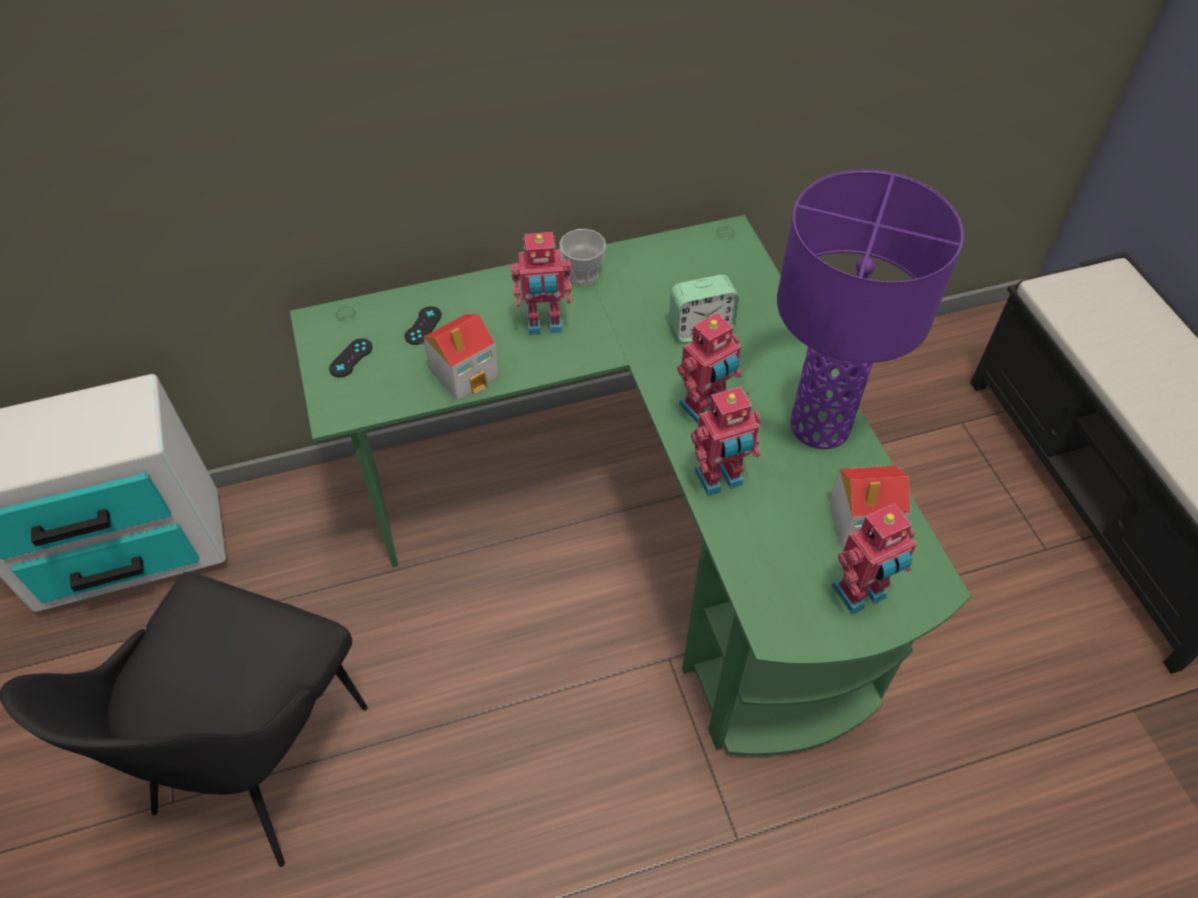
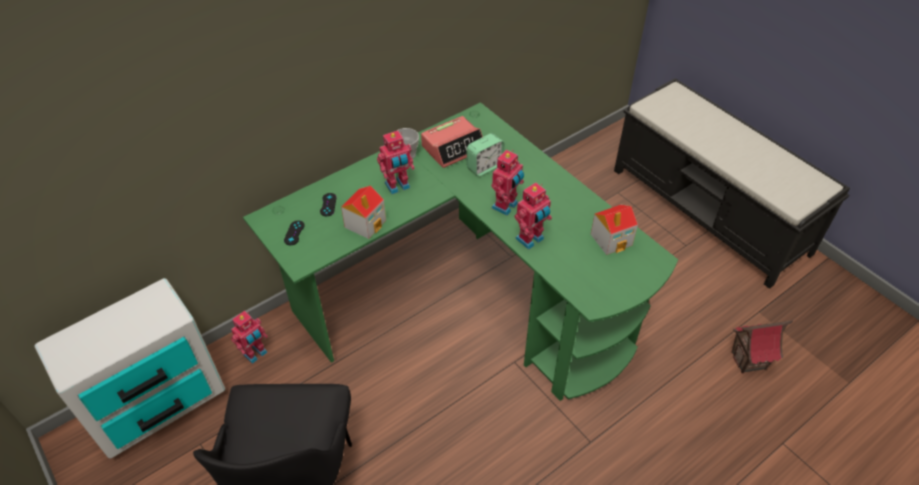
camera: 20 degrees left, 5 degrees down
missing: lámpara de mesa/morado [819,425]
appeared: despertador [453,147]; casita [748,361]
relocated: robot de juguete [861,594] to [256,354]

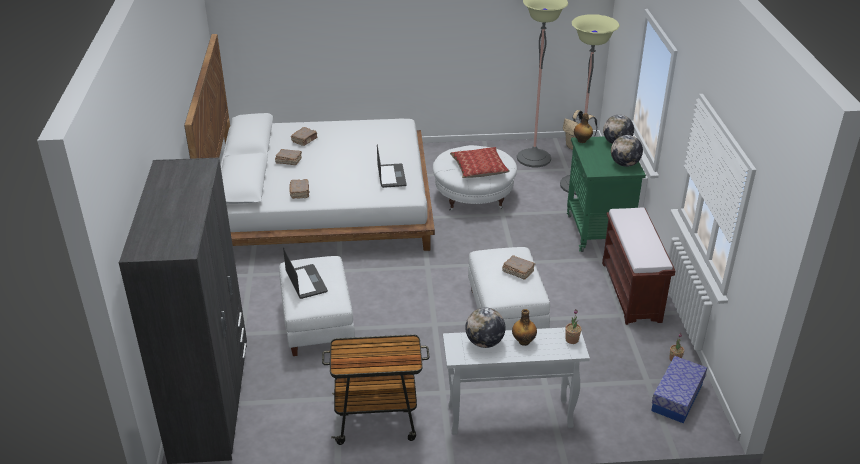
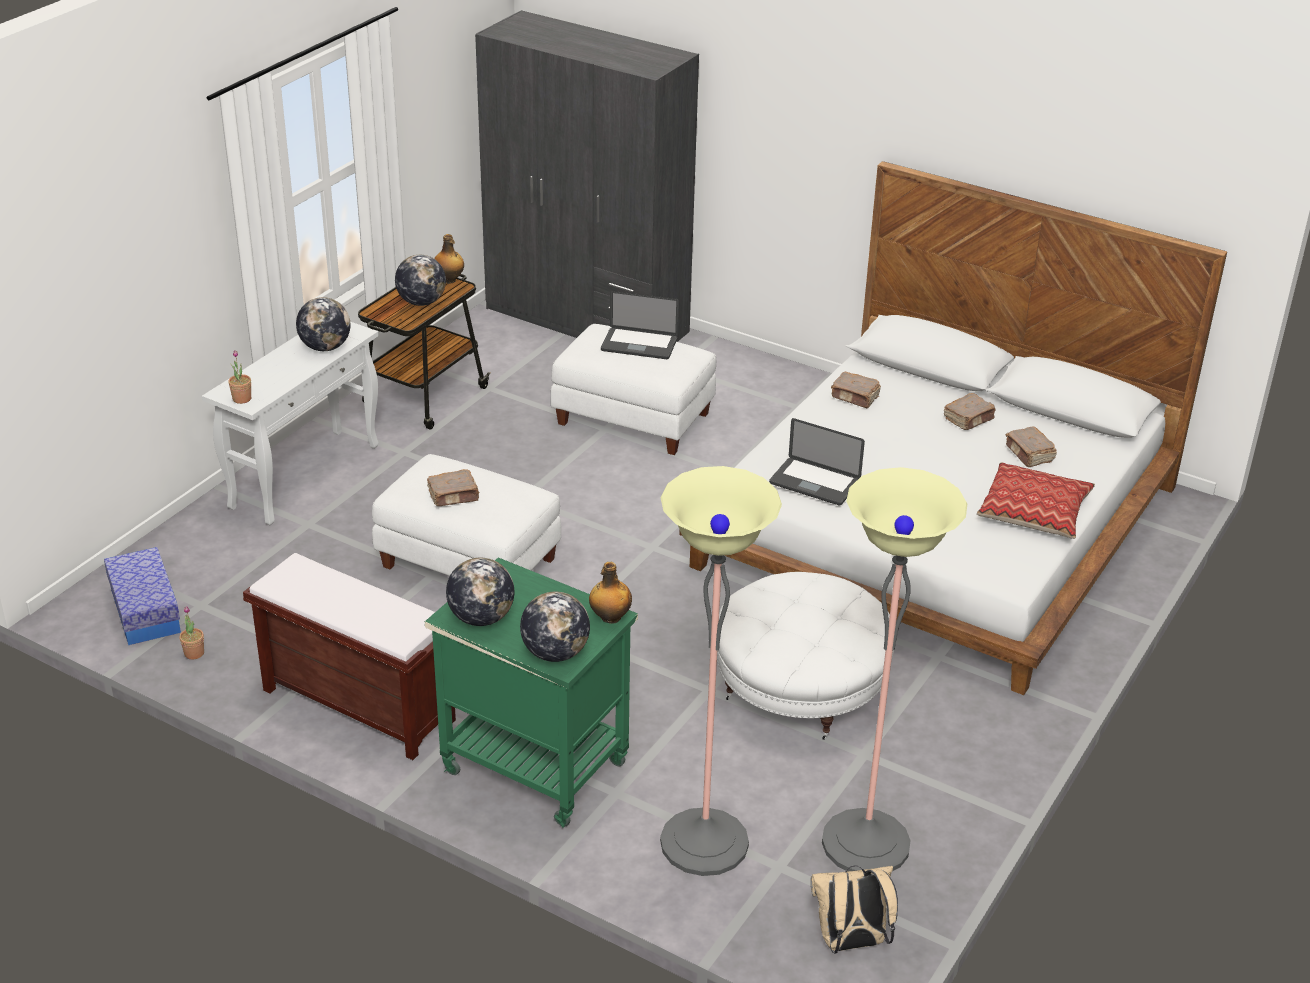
camera: 125 degrees right, 0 degrees up
appeared: globo terráqueo [421,302]
relocated: botella [523,341] to [449,280]; cojín [479,168] to [1034,512]

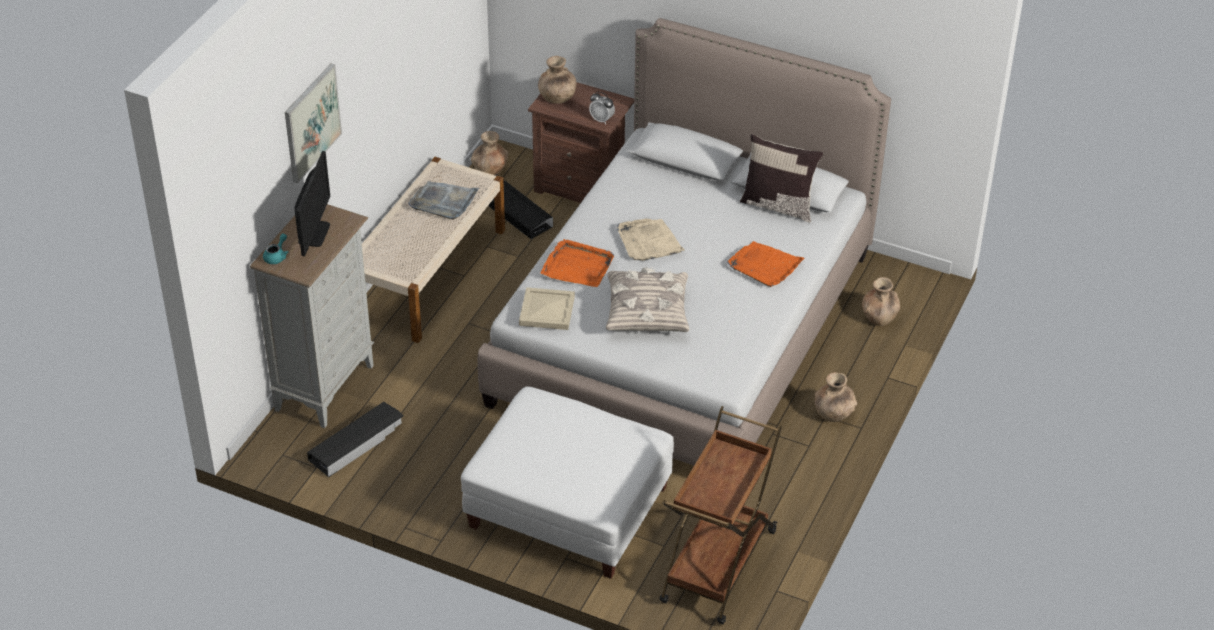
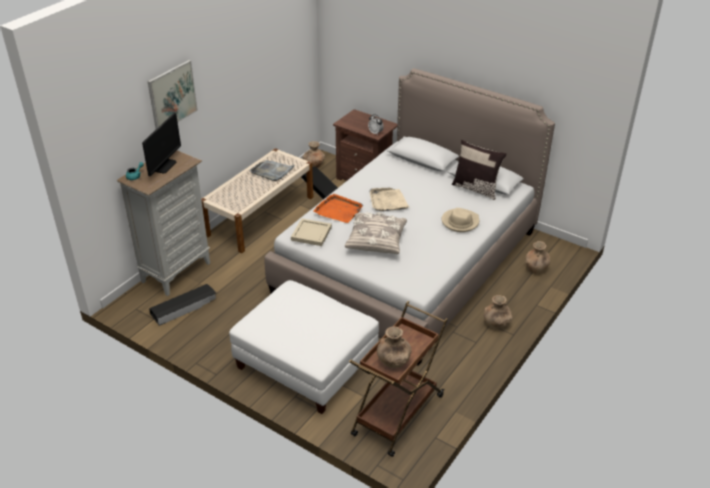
camera: 10 degrees right, 5 degrees down
relocated: florero/marrón [557,97] to [393,361]
exchanged: bandeja/naranja [764,266] to sombrero/beis [460,222]

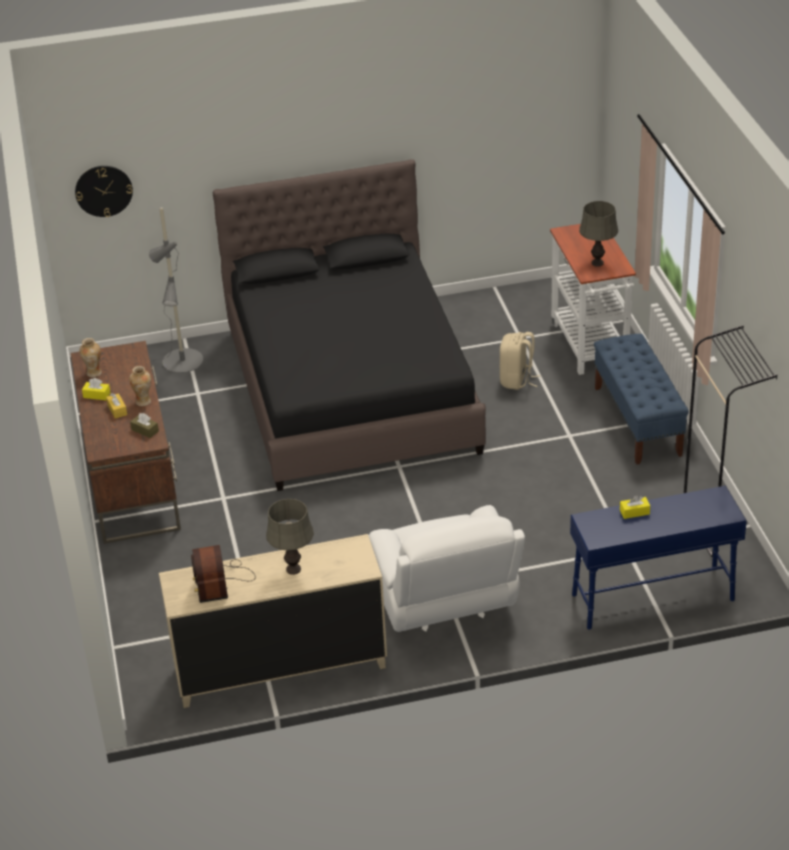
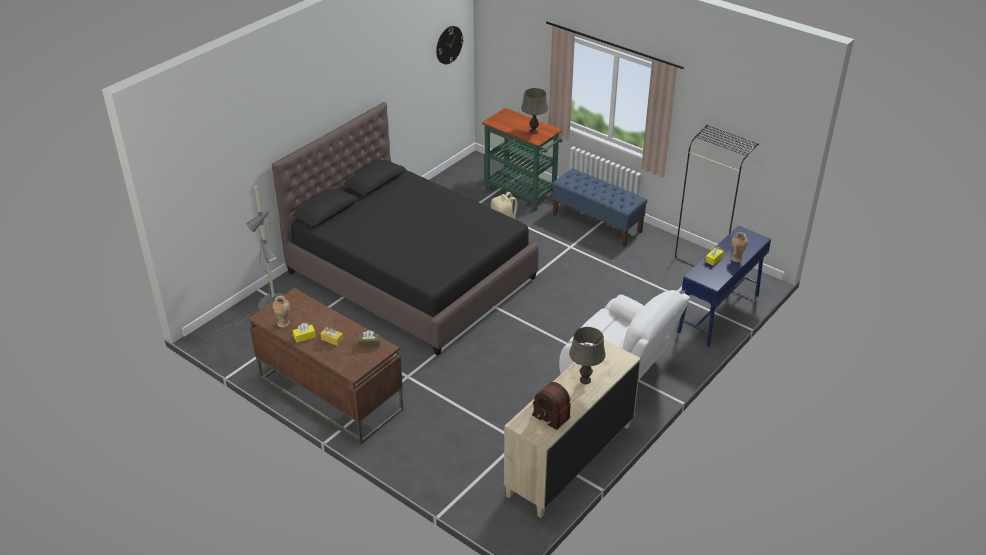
camera: 40 degrees left, 0 degrees up
relocated: reloj de pared [103,190] to [449,45]; florero [143,401] to [736,258]
colour: carrito/blanco [590,345] to carrito/verde [521,193]

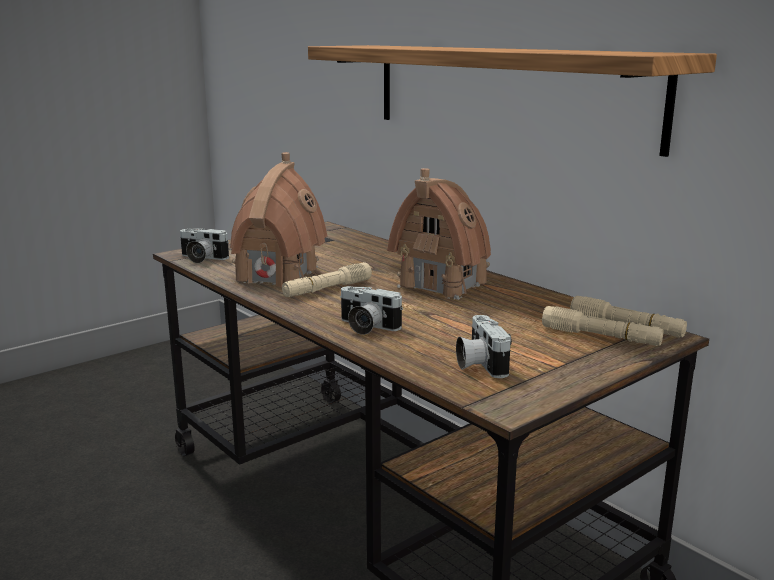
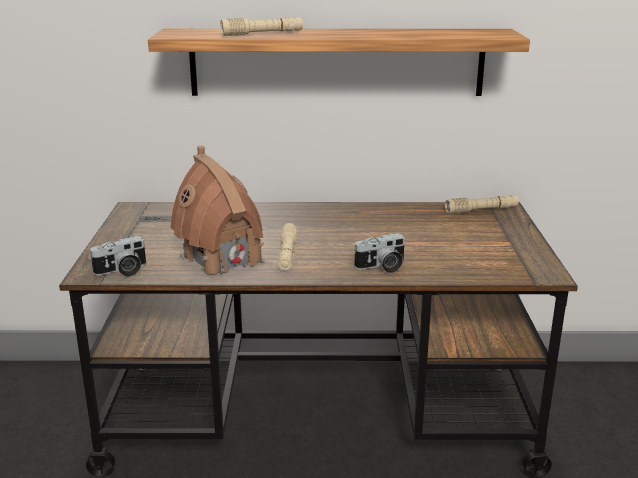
camera: 50 degrees left, 5 degrees up
missing: casita [443,284]; cámara [479,364]
relocated: linterna/beis [600,337] to [262,34]

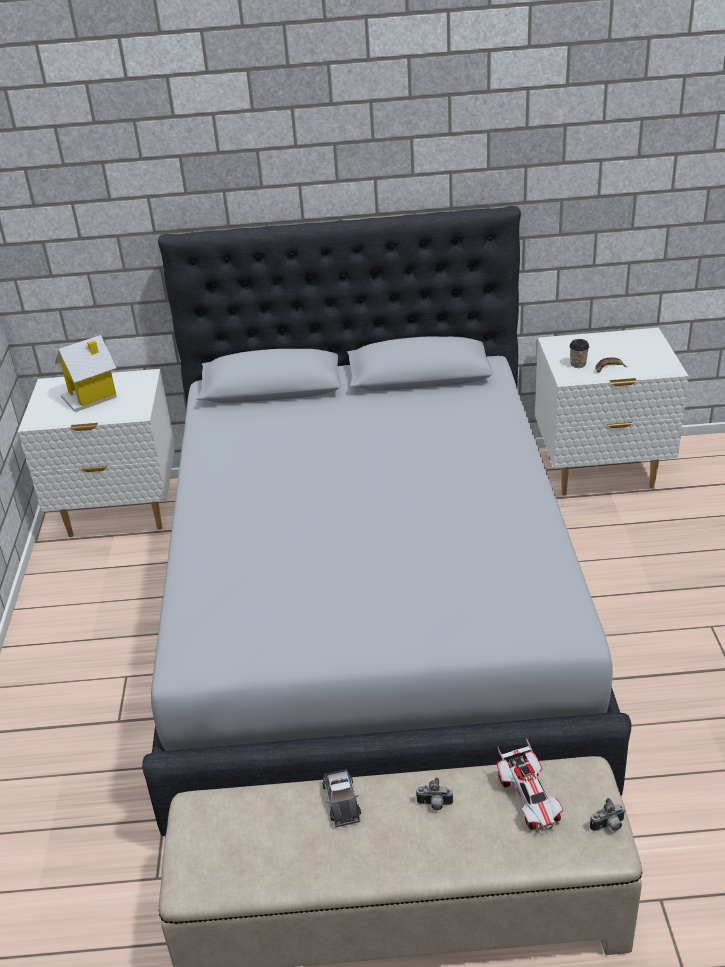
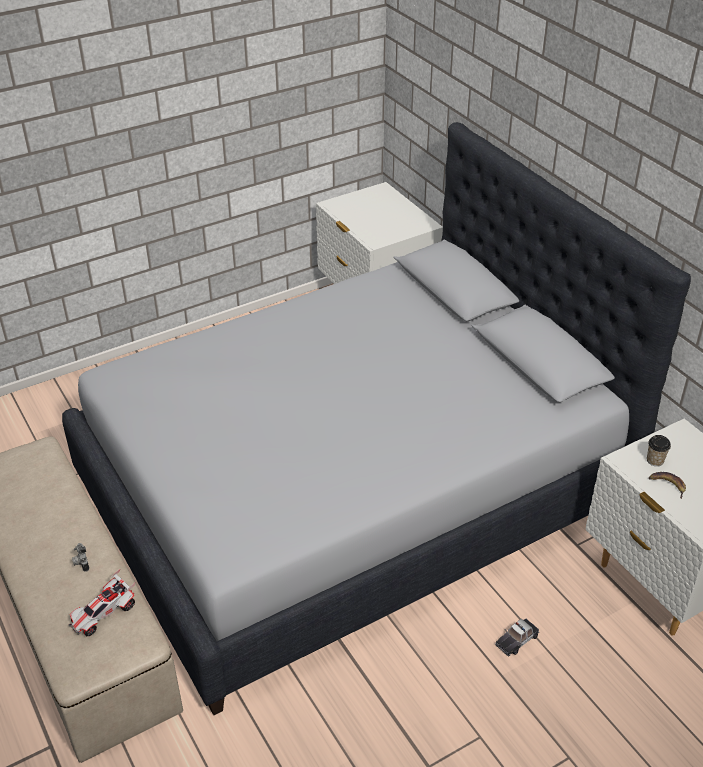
camera: 60 degrees right, 5 degrees up
missing: casita [92,396]; cámara [608,826]
relocated: coche de juguete [341,801] to [516,639]

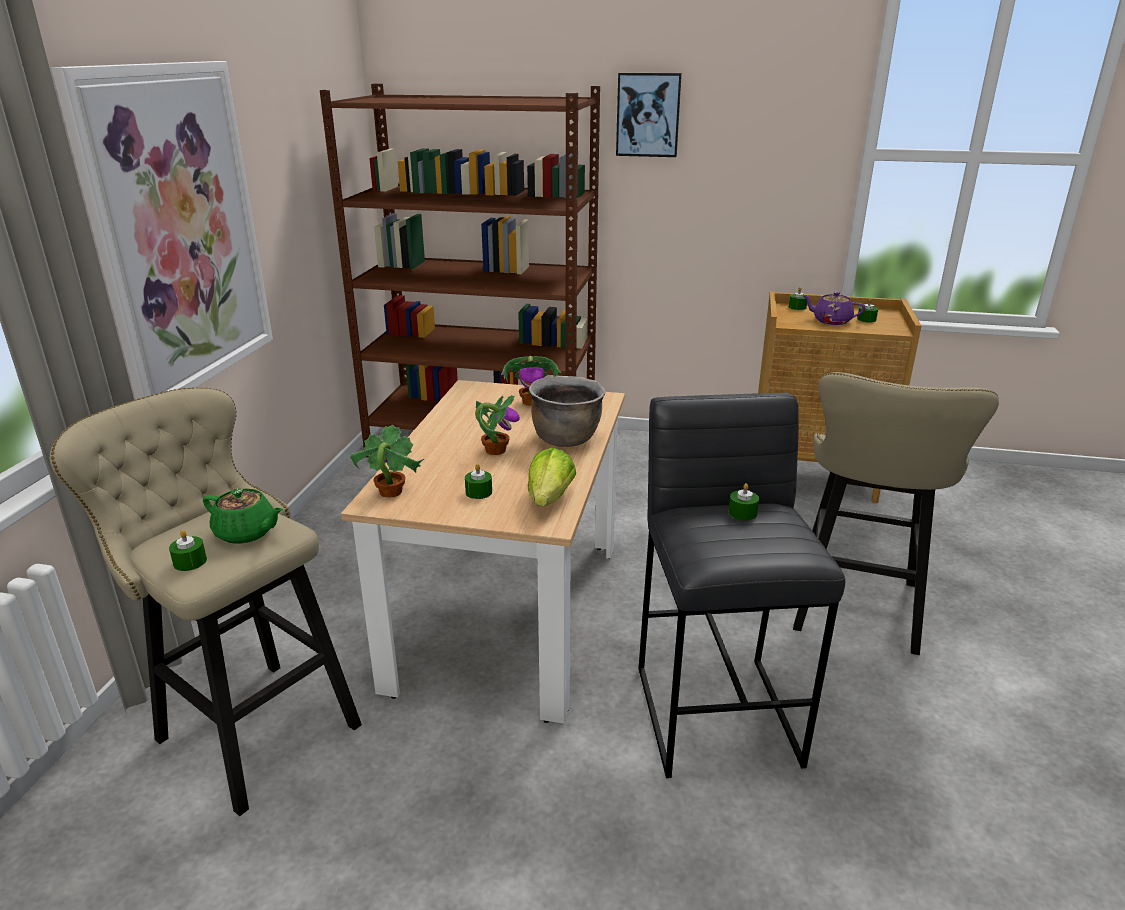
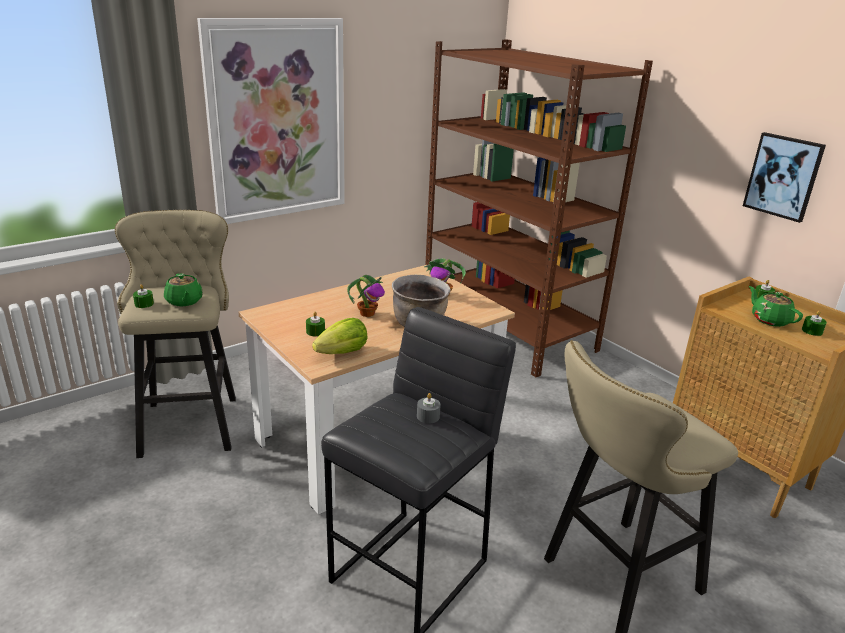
camera: 40 degrees right, 0 degrees up
missing: planta en maceta [390,492]
relocated: cuadro [648,115] to [783,176]
colour: vela/verde [742,513] to vela/gris [428,416]; tetera/morado [831,321] to tetera/verde [769,320]

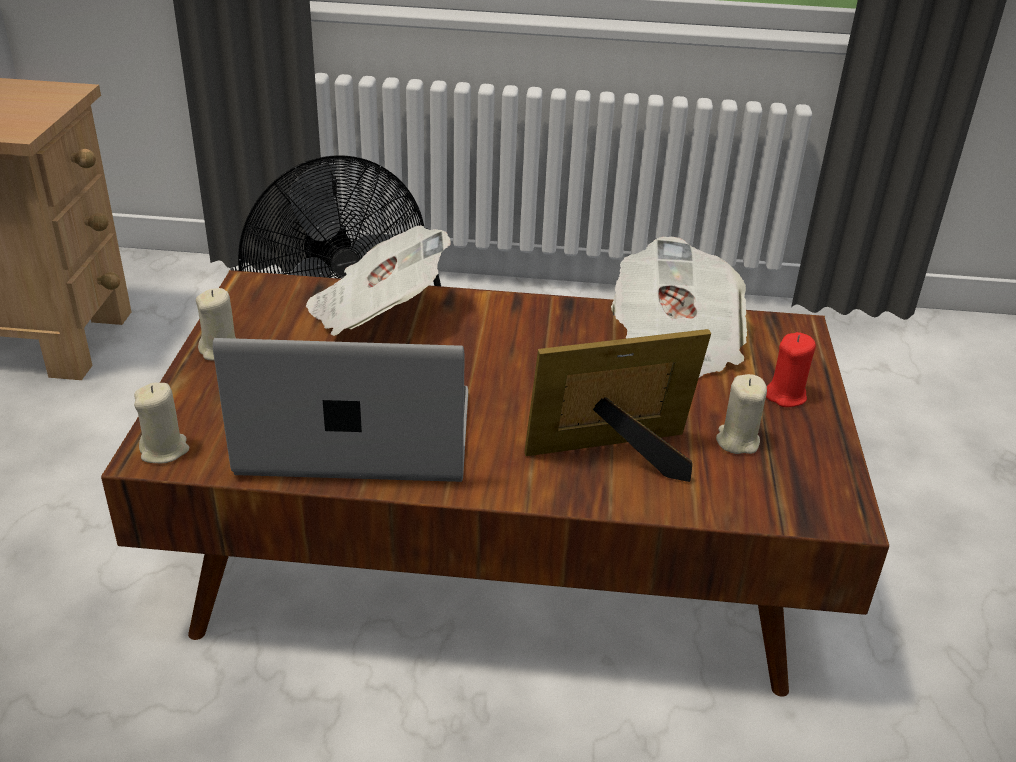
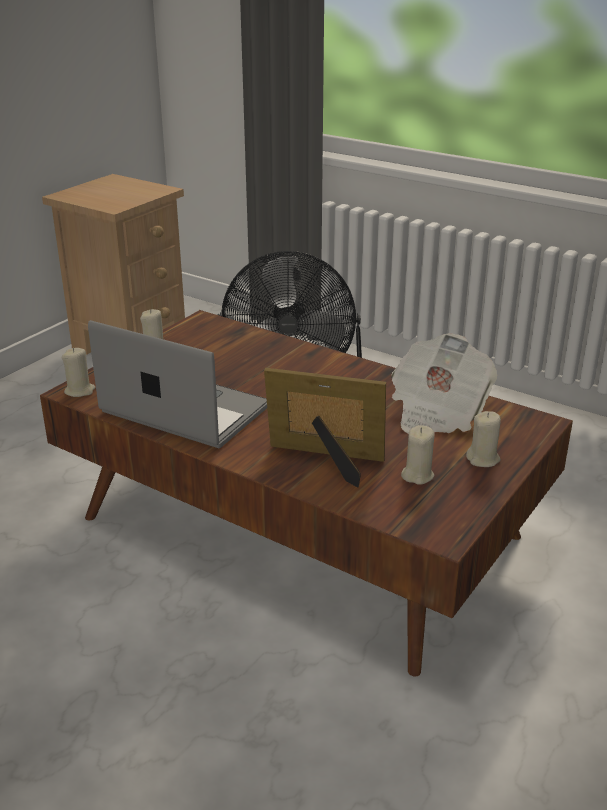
camera: 30 degrees right, 5 degrees down
missing: periódico [376,312]
colour: vela/rojo [785,395] to vela/beis [483,459]

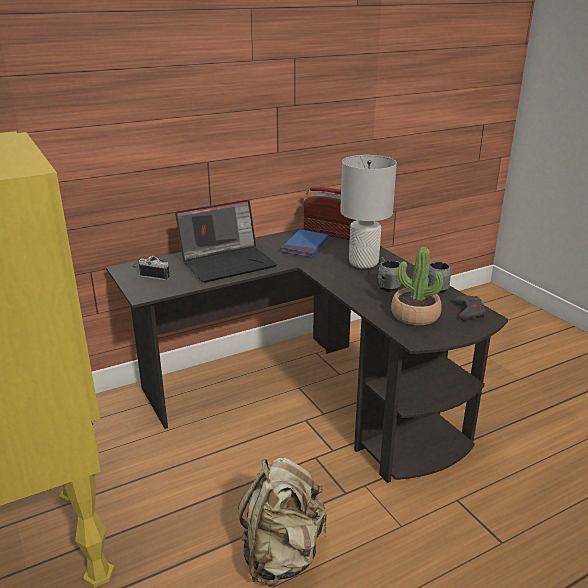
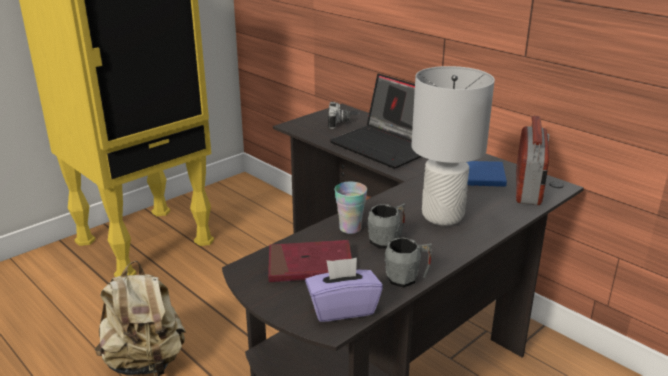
camera: 75 degrees right, 0 degrees up
appeared: taza [350,228]
exchanged: planta en maceta [415,316] to libro/rojo [310,265]; mando de consola/gris [469,311] to caja de pañuelos/morado [342,308]

